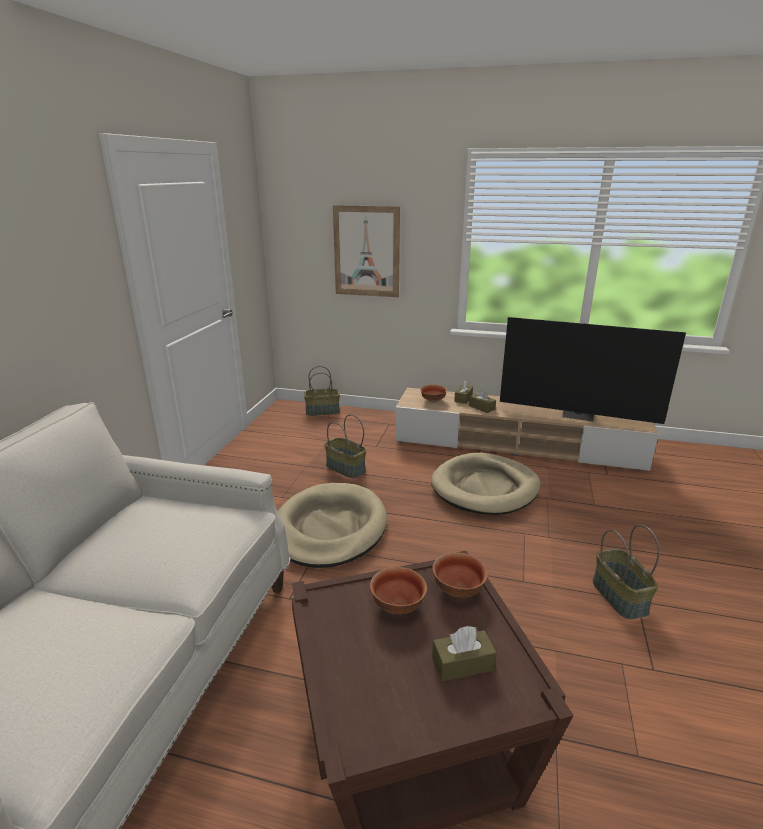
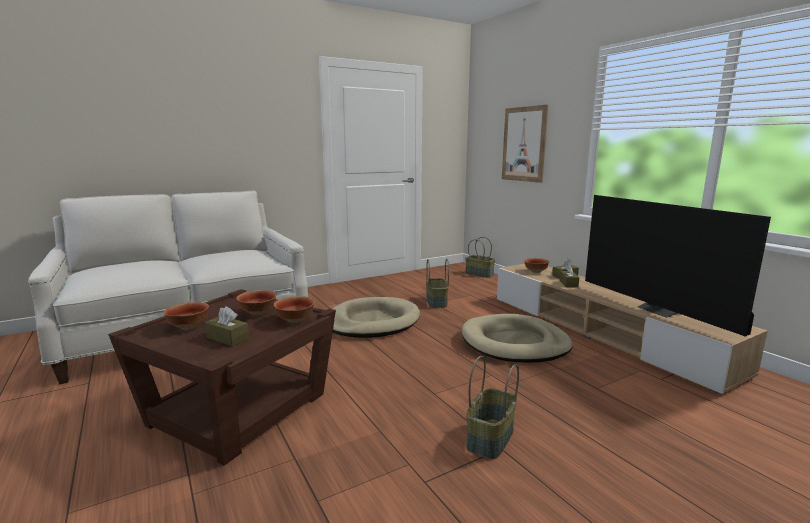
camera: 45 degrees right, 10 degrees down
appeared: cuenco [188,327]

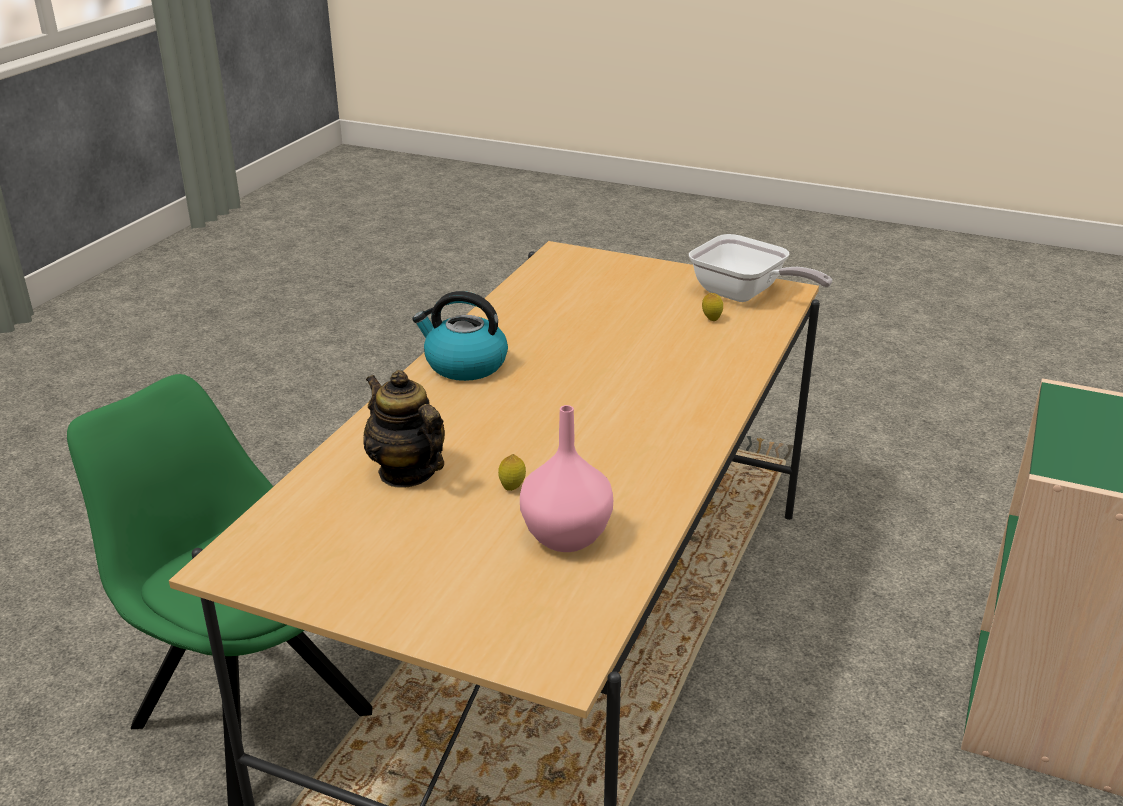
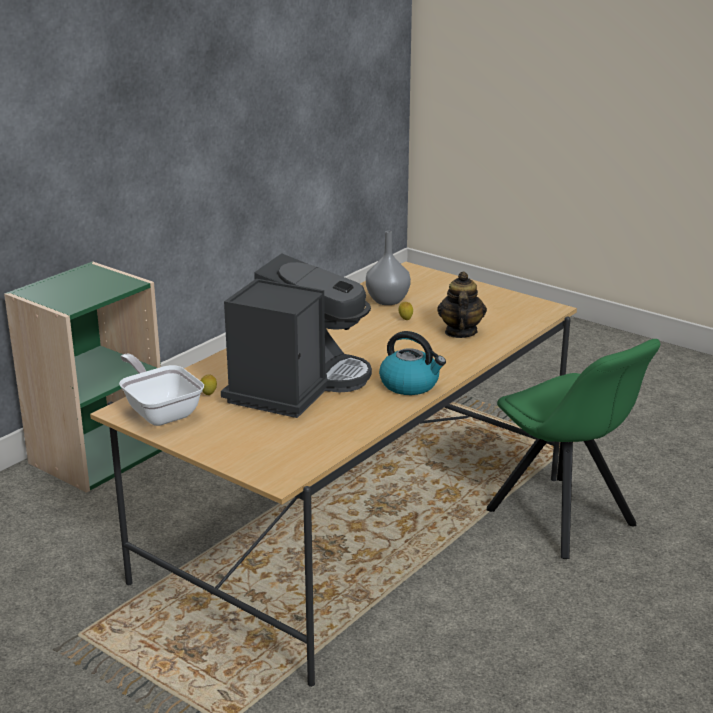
camera: 165 degrees left, 5 degrees down
appeared: cafetera [296,385]
colour: florero/rosa [565,538] to florero/gris [388,300]
spun: tetera [407,472] = [460,332] 150 degrees counterclockwise

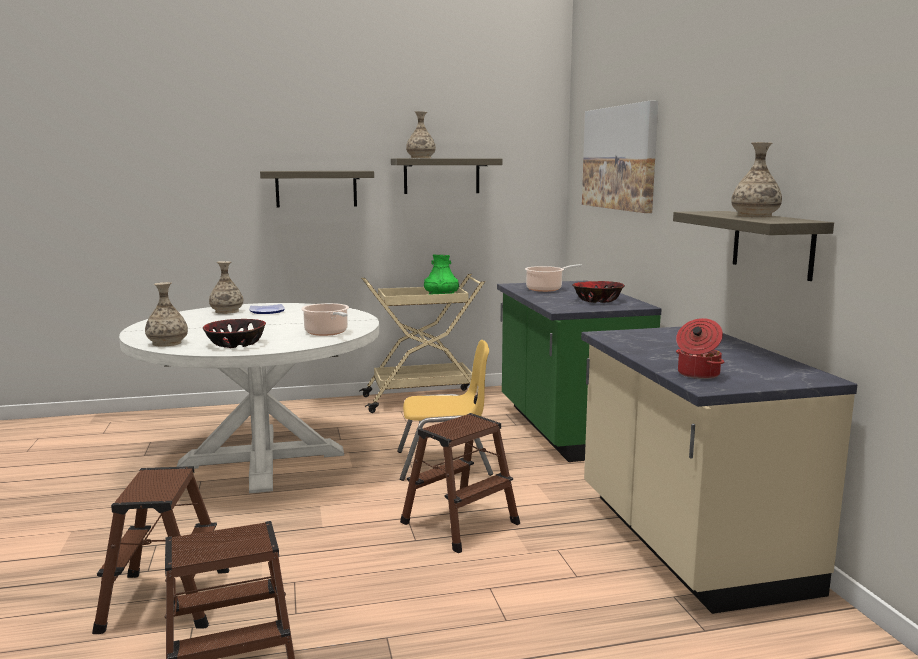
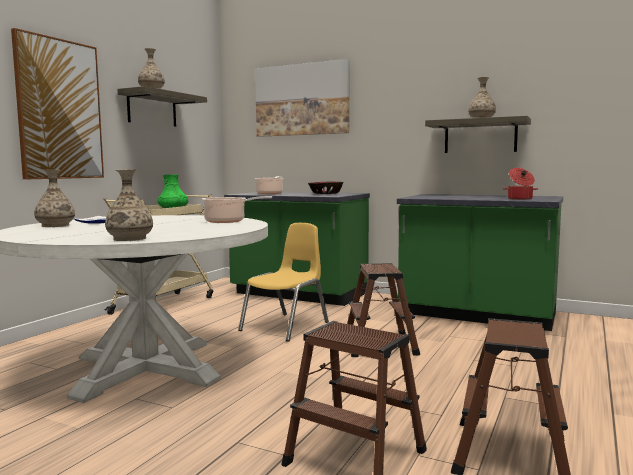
camera: 50 degrees left, 5 degrees down
missing: cuenco [236,344]
exchanged: estante [316,188] to cuadro [59,109]
colour: mueble bajo de cocina/beis [687,542] to mueble bajo de cocina/verde [477,314]

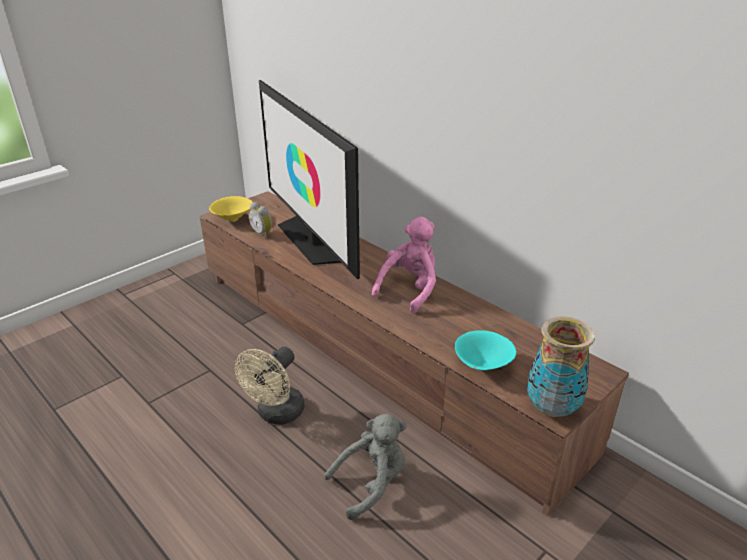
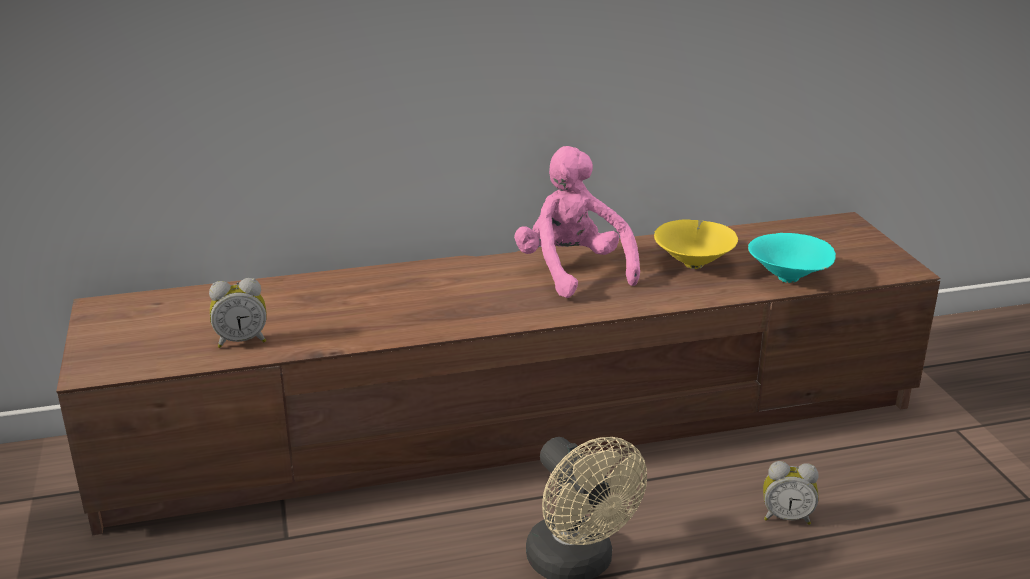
camera: 60 degrees left, 5 degrees down
missing: televisor [312,240]; florero [551,408]
relocated: cuenco/amarillo [234,219] to [694,264]
exchanged: peluche/gris [371,483] to despertador [786,517]

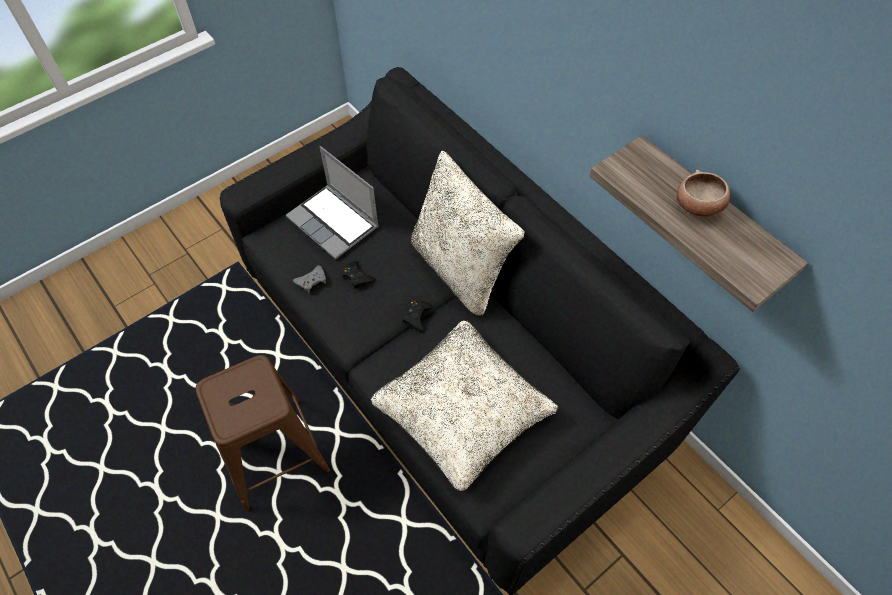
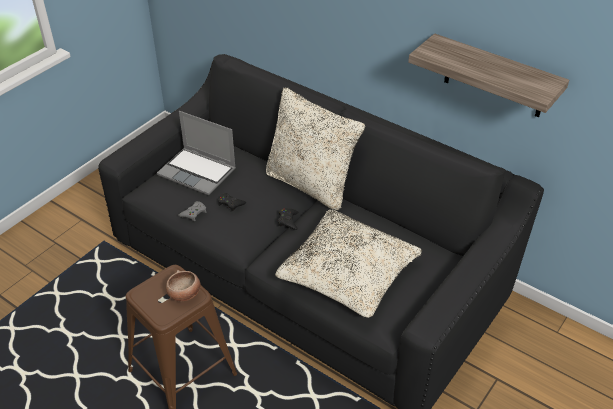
camera: 15 degrees left, 15 degrees down
relocated: cuenco [698,206] to [184,294]

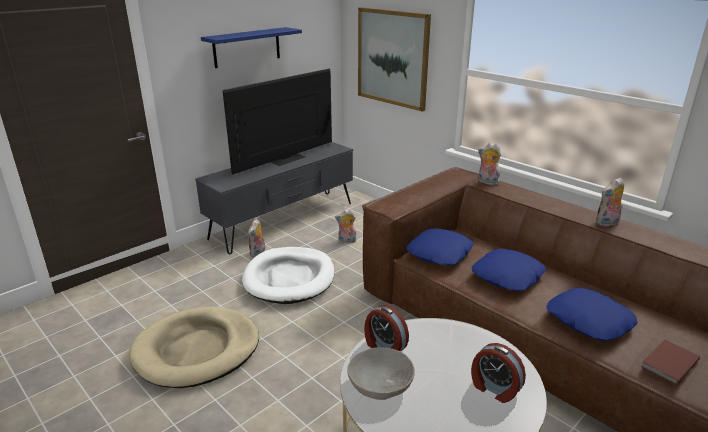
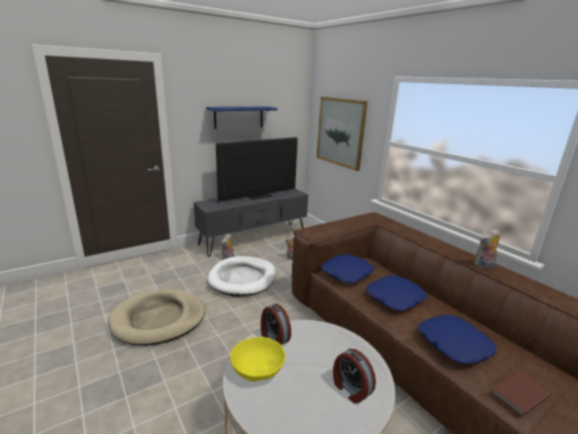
camera: 10 degrees right, 5 degrees down
missing: peluche [487,182]
colour: cuenco/gris [381,384] to cuenco/amarillo [258,368]

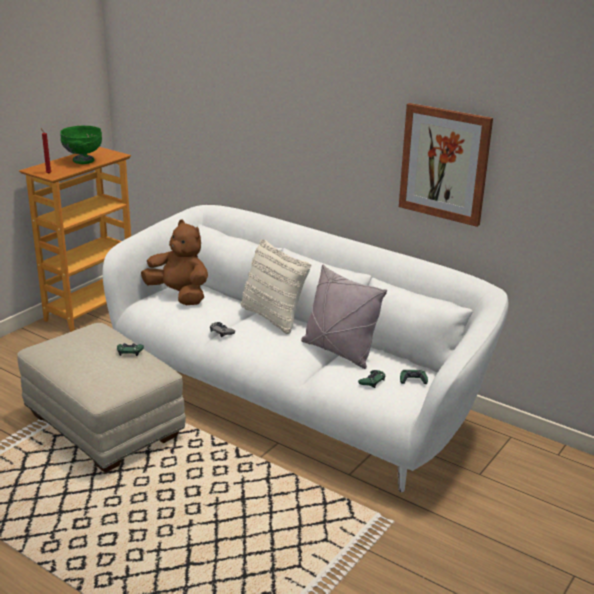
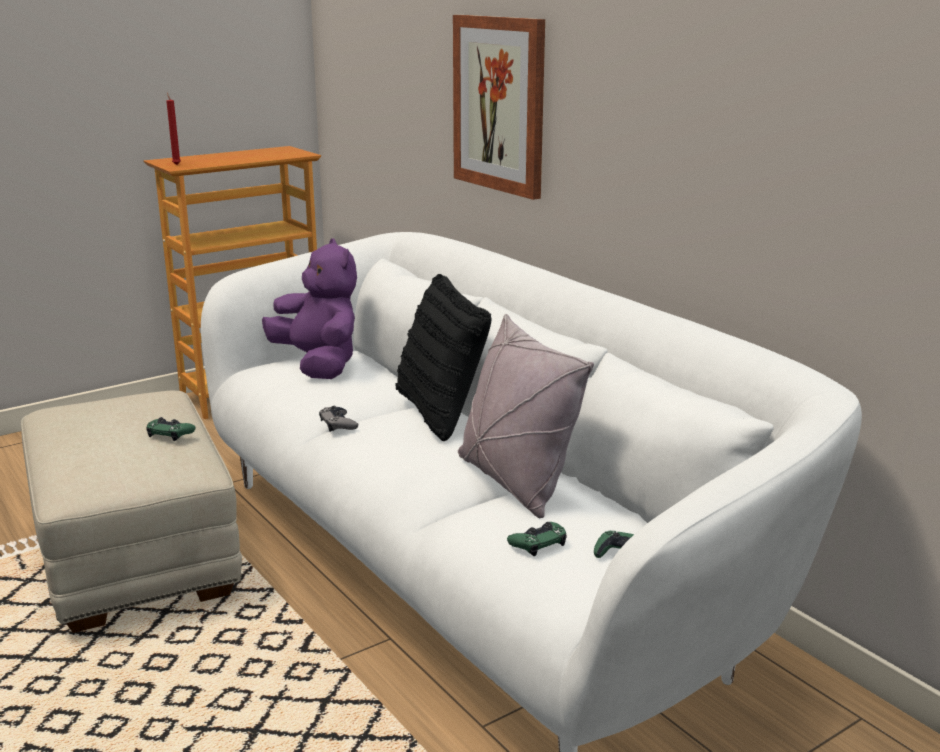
camera: 20 degrees right, 5 degrees down
missing: cuenco/verde [83,161]
relocated: cuadro [444,164] to [499,104]
colour: peluche/marrón [179,295] to peluche/morado [318,365]; cojín/beis [274,318] to cojín/negro [441,415]

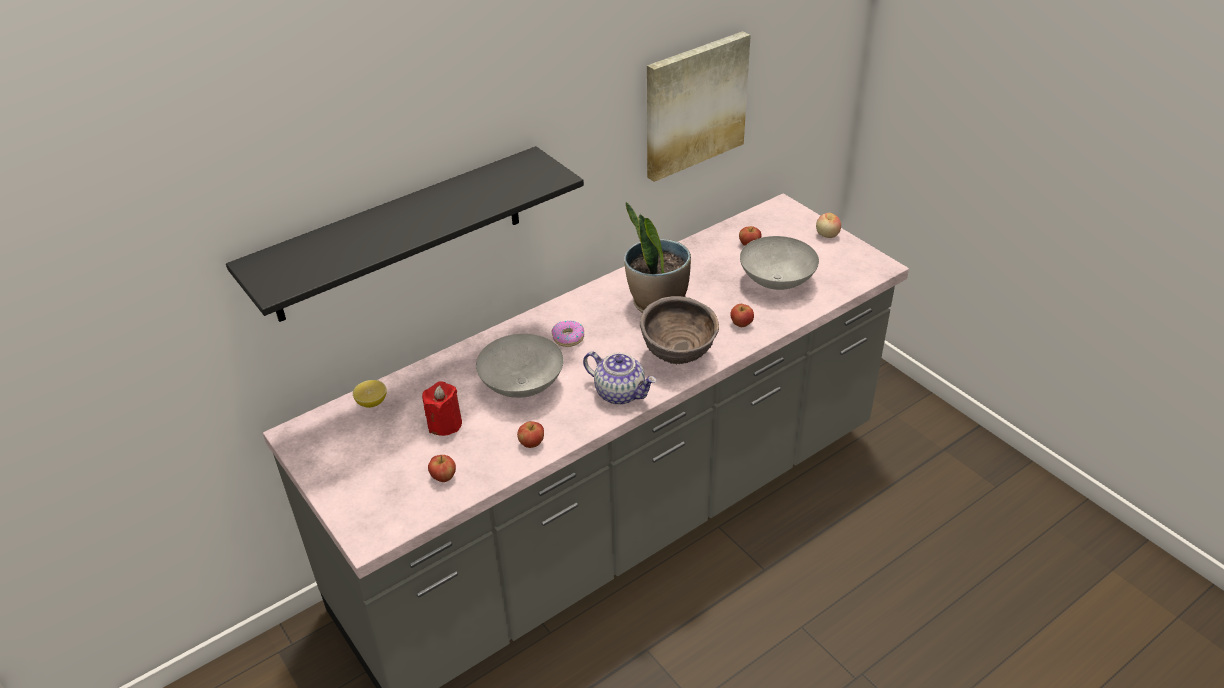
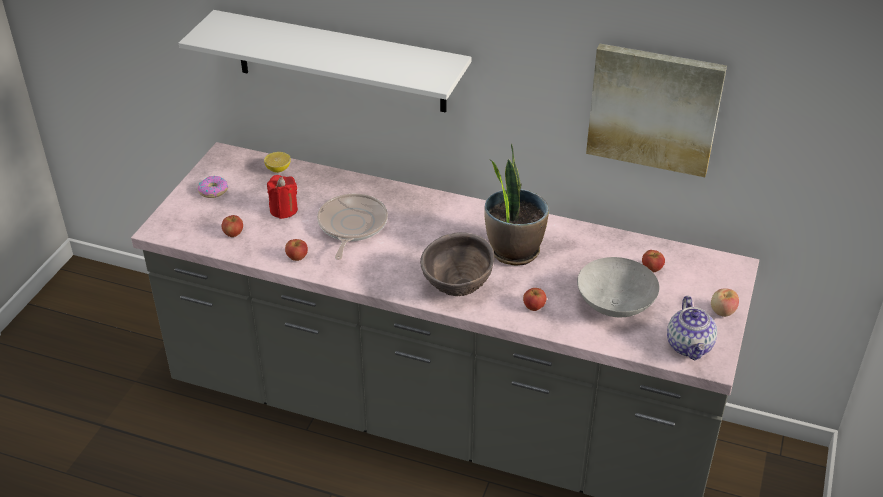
camera: 55 degrees right, 0 degrees up
relocated: rosquilla [568,337] to [213,190]; tetera [620,393] to [690,346]
exchanged: cuenco/gris [521,387] to sartén [351,226]
colour: estante/negro [398,235] to estante/blanco [340,62]

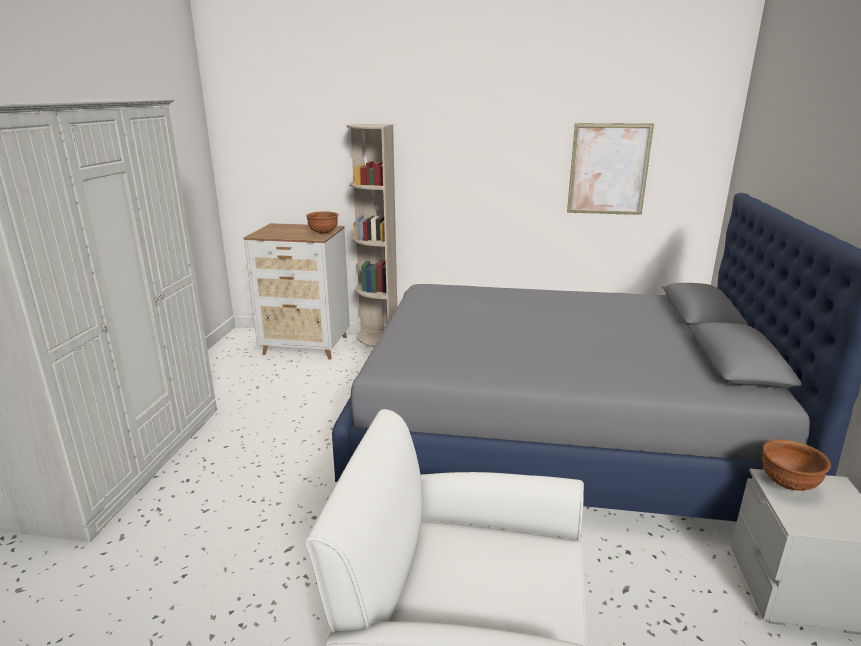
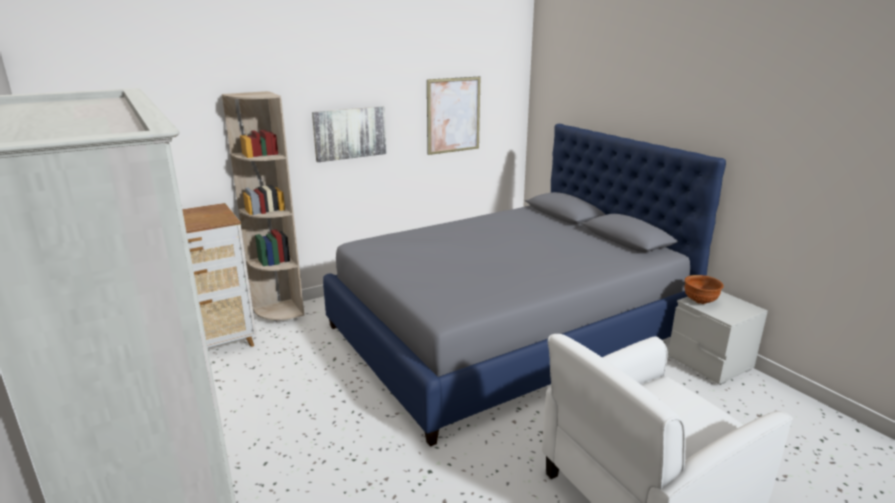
camera: 40 degrees left, 0 degrees up
missing: cuenco/marrón [323,233]
appeared: cuadro [349,133]

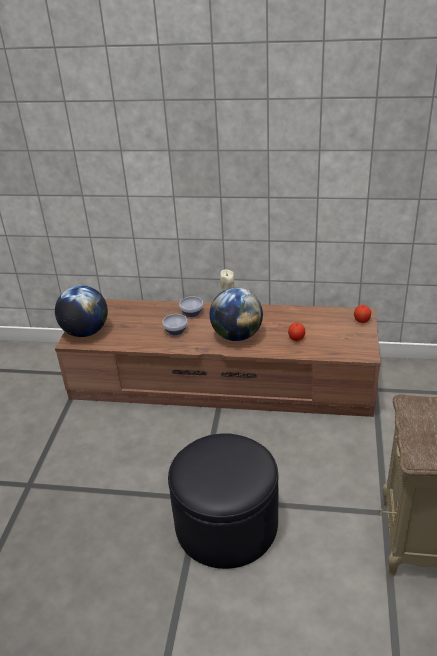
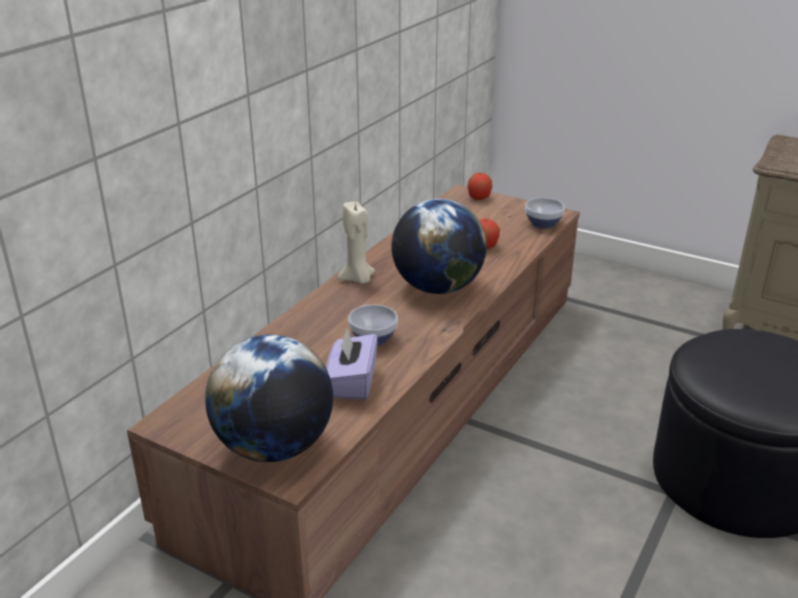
camera: 70 degrees left, 5 degrees down
appeared: caja de pañuelos/morado [352,383]
relocated: cuenco [191,312] to [542,224]

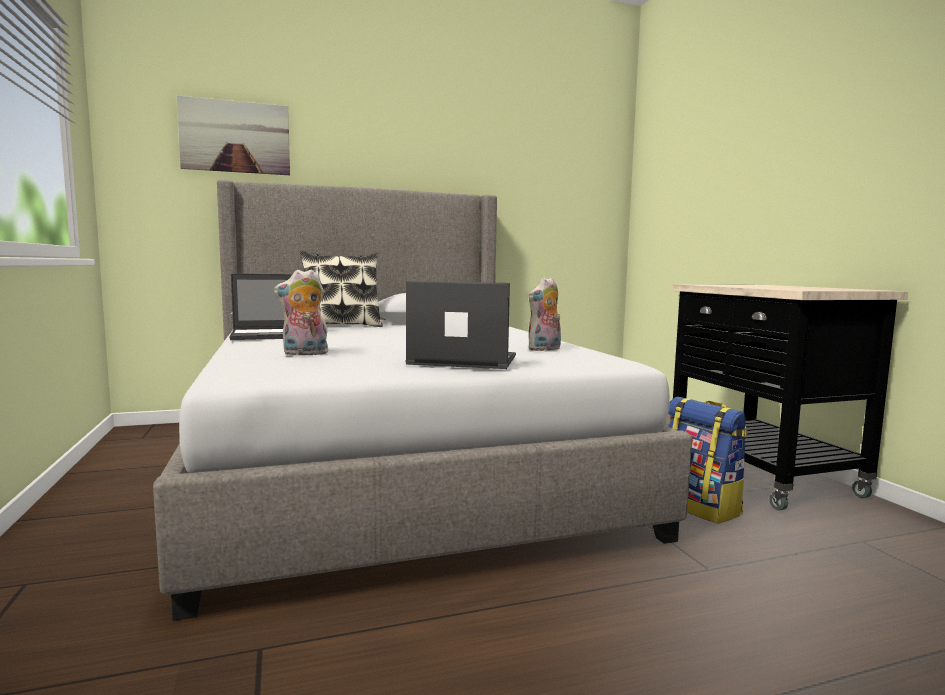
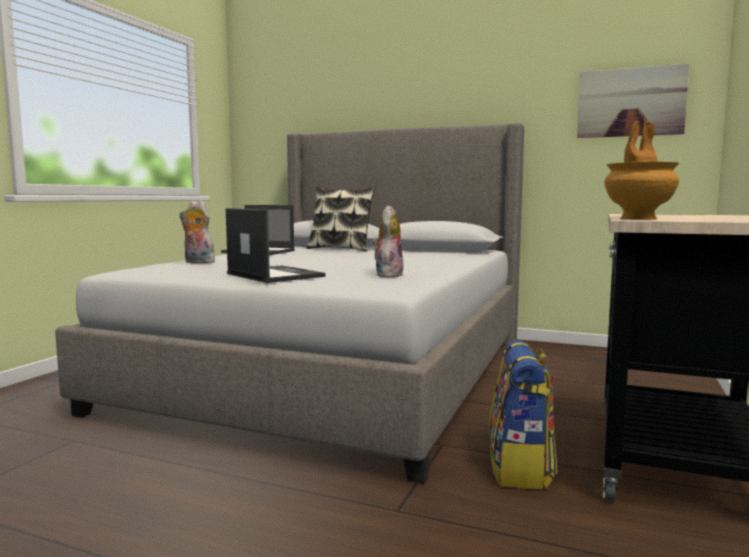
camera: 40 degrees right, 0 degrees up
appeared: florero/marrón [638,219]
relocated: cuadro [235,137] to [630,102]
spun: peluche [544,349] = [387,275] 105 degrees clockwise

